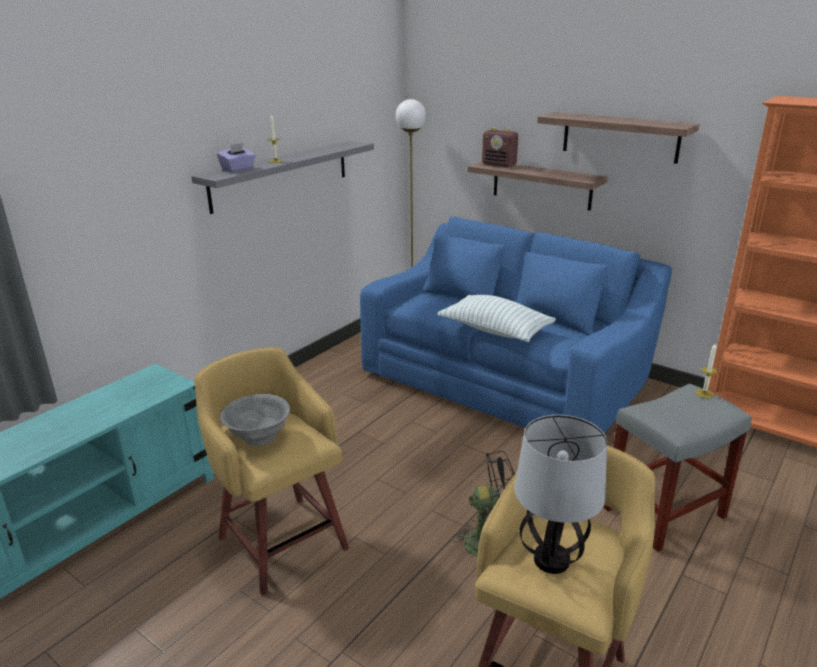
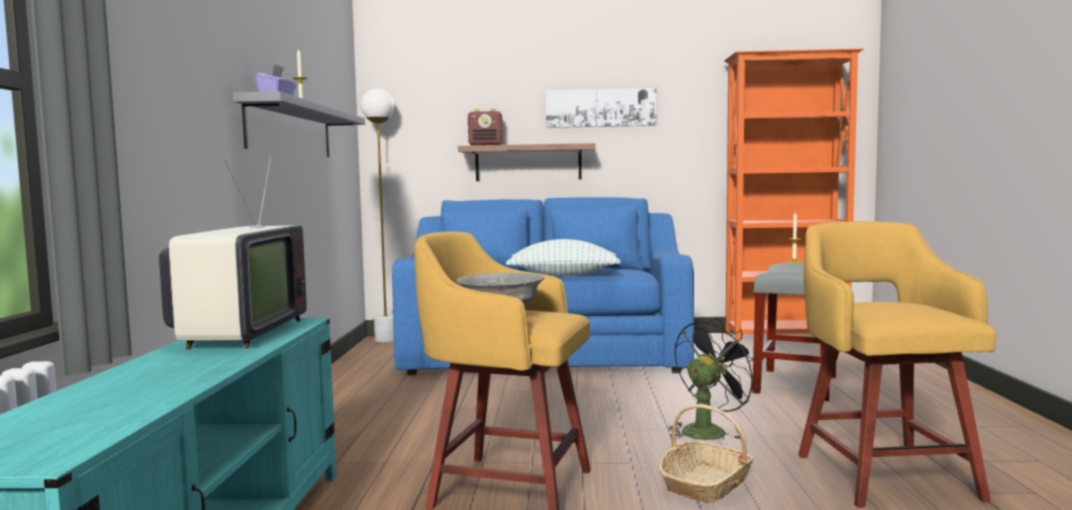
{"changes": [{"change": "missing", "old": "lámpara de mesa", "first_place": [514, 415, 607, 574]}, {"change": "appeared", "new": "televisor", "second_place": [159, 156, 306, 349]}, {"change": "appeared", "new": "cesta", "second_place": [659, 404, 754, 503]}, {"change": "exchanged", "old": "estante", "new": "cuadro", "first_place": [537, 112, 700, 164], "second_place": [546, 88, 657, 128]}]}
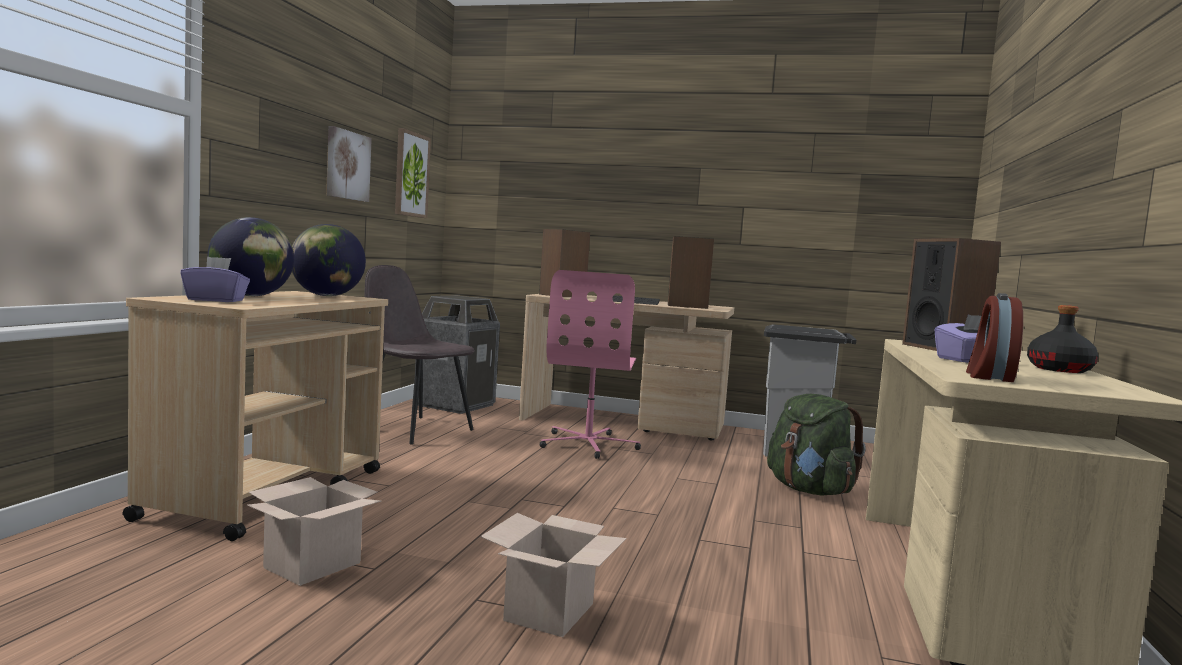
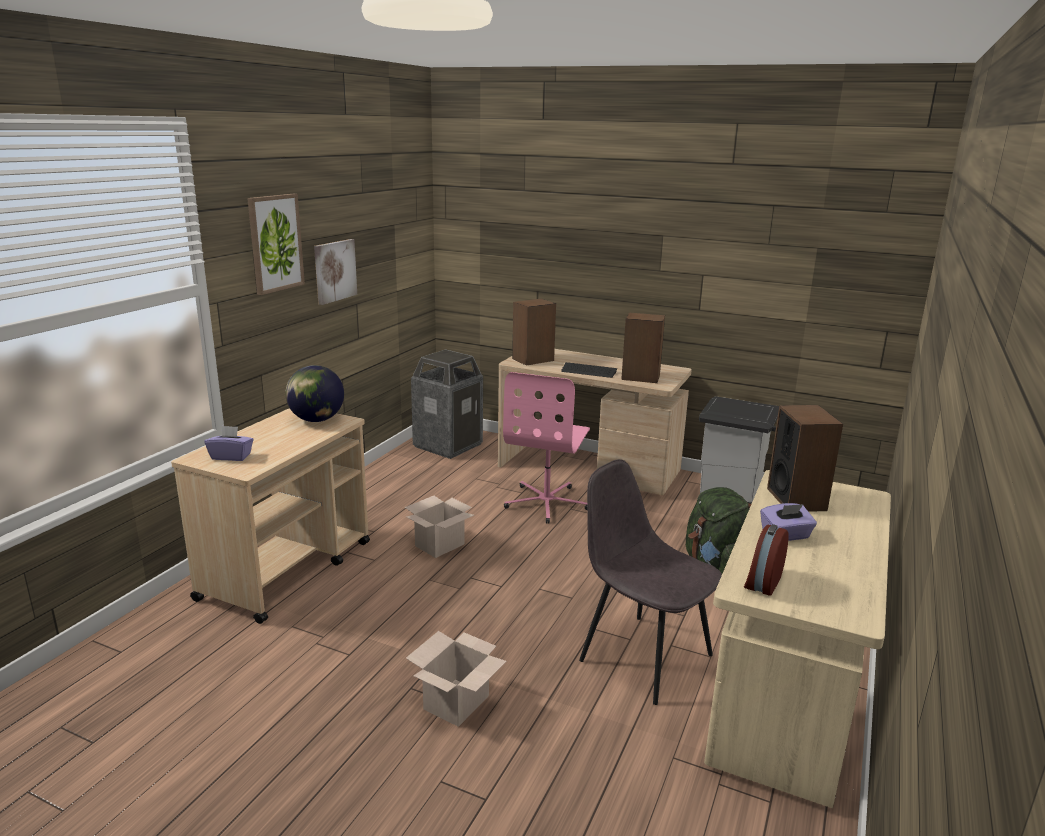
{"changes": [{"change": "missing", "old": "globo terráqueo", "first_place": [208, 217, 294, 296]}, {"change": "missing", "old": "botella/negro", "first_place": [1027, 305, 1098, 373]}, {"change": "relocated", "old": "caja de cartón", "first_place": [247, 477, 381, 586], "second_place": [405, 496, 474, 558]}, {"change": "relocated", "old": "silla/gris", "first_place": [364, 265, 475, 444], "second_place": [579, 459, 722, 705]}, {"change": "relocated", "old": "cuadro", "first_place": [395, 128, 431, 218], "second_place": [247, 194, 305, 295]}]}
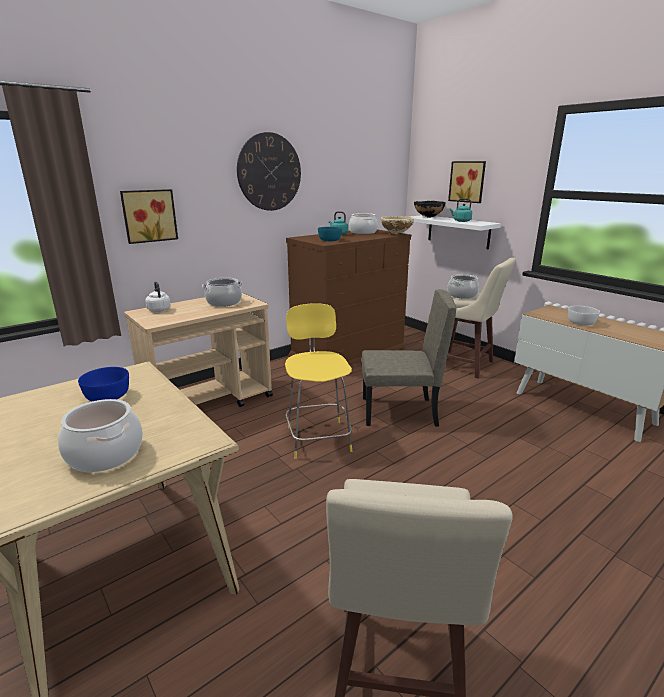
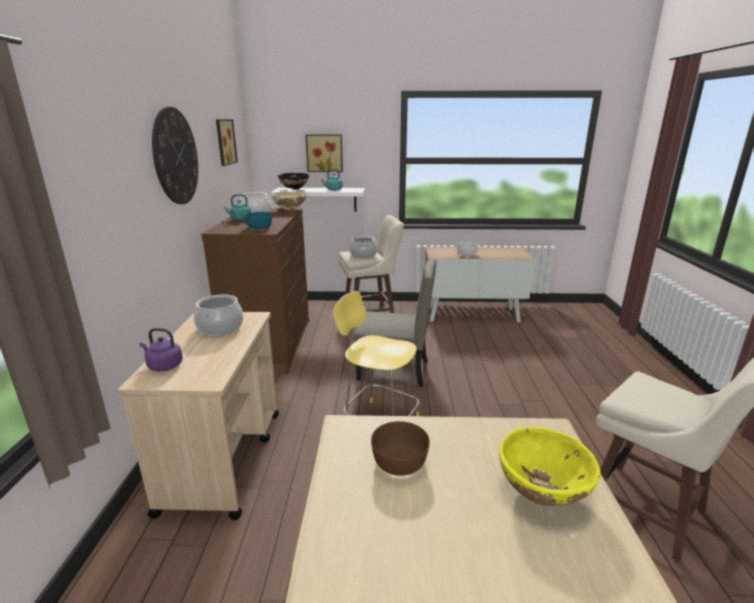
{"changes": [{"change": "relocated", "old": "cuadro", "first_place": [120, 189, 178, 244], "second_place": [216, 119, 238, 166]}, {"change": "exchanged", "old": "olla", "new": "cuenco/amarillo", "first_place": [58, 399, 143, 472], "second_place": [499, 427, 601, 506]}, {"change": "colour", "old": "cuenco/azul", "new": "cuenco/marrón", "first_place": [78, 367, 129, 401], "second_place": [371, 421, 430, 476]}, {"change": "colour", "old": "hervidor/blanco", "new": "hervidor/morado", "first_place": [146, 281, 171, 312], "second_place": [139, 328, 183, 371]}, {"change": "spun", "old": "silla/beis", "first_place": [361, 289, 456, 426], "second_place": [353, 259, 436, 387], "degrees": 60}]}
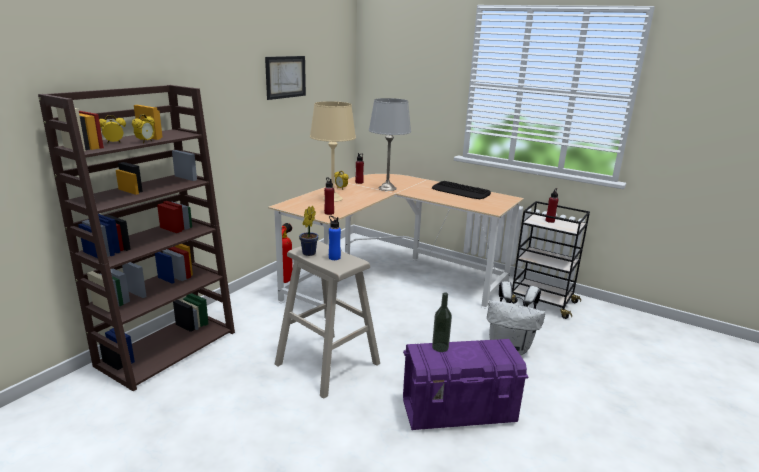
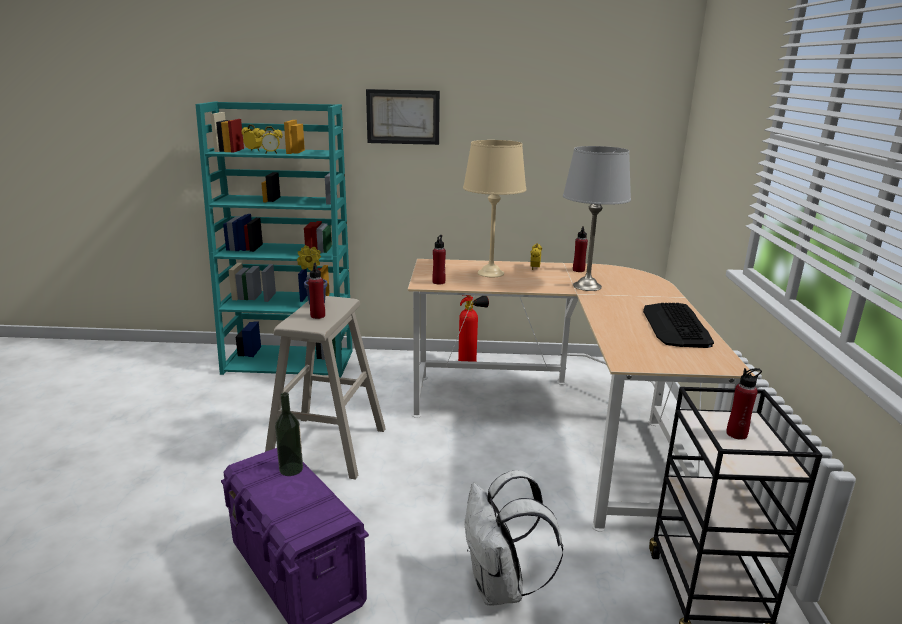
{"changes": [{"change": "relocated", "old": "cuadro", "first_place": [265, 56, 306, 100], "second_place": [366, 89, 440, 145]}, {"change": "colour", "old": "estantería/marrón", "new": "estantería/turquesa", "first_place": [38, 85, 235, 391], "second_place": [195, 102, 353, 377]}, {"change": "colour", "old": "botella/azul", "new": "botella/rojo", "first_place": [329, 216, 341, 260], "second_place": [308, 263, 325, 319]}]}
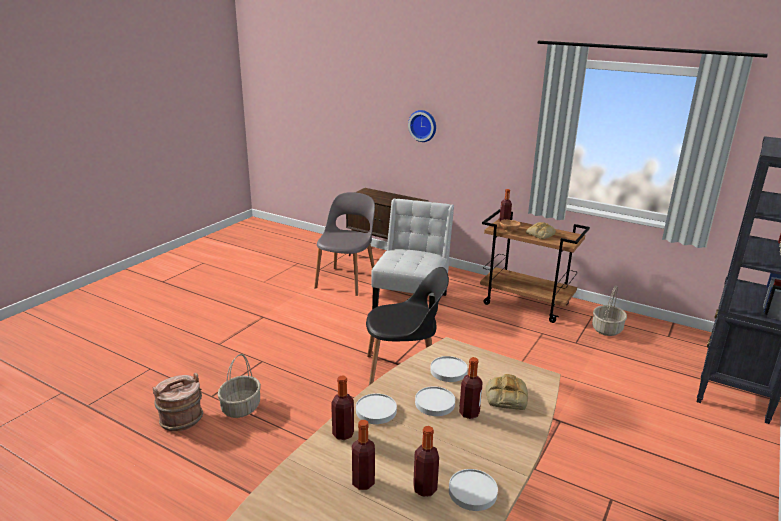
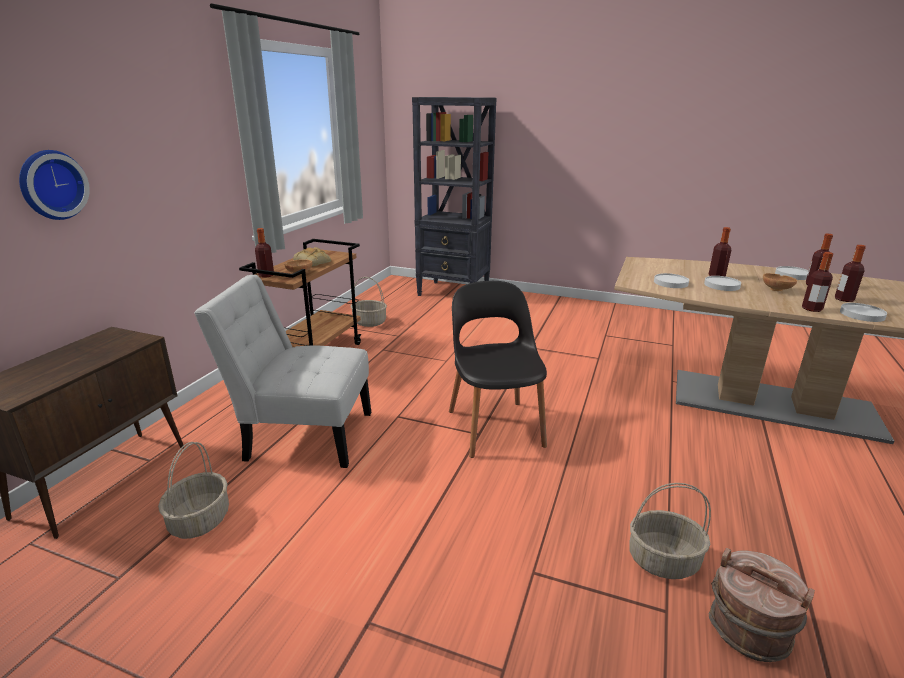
{"changes": [{"change": "missing", "old": "pan", "first_place": [485, 374, 528, 410]}, {"change": "appeared", "new": "cuenco/marrón", "second_place": [763, 273, 797, 291]}, {"change": "relocated", "old": "plato/blanco", "first_place": [356, 393, 397, 424], "second_place": [840, 303, 887, 322]}, {"change": "exchanged", "old": "silla/gris", "new": "cesta", "first_place": [314, 192, 375, 296], "second_place": [158, 442, 229, 539]}]}
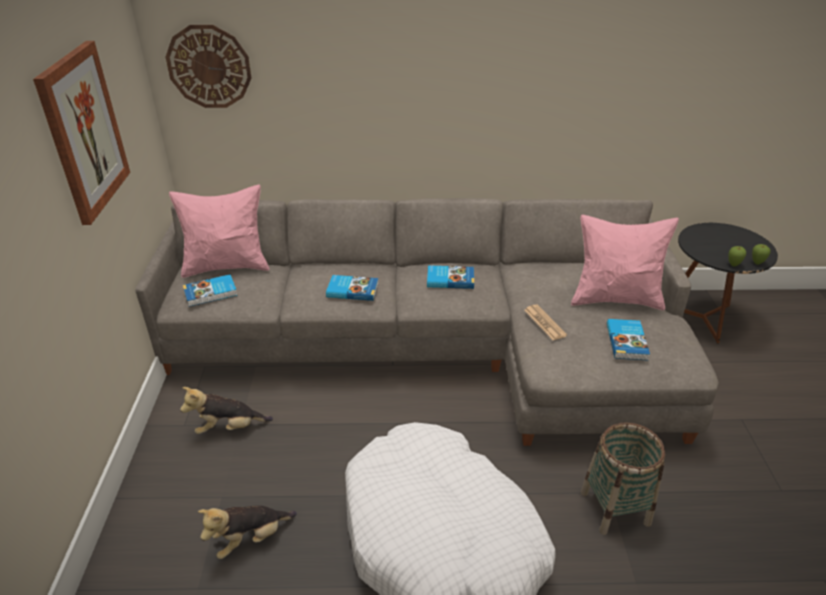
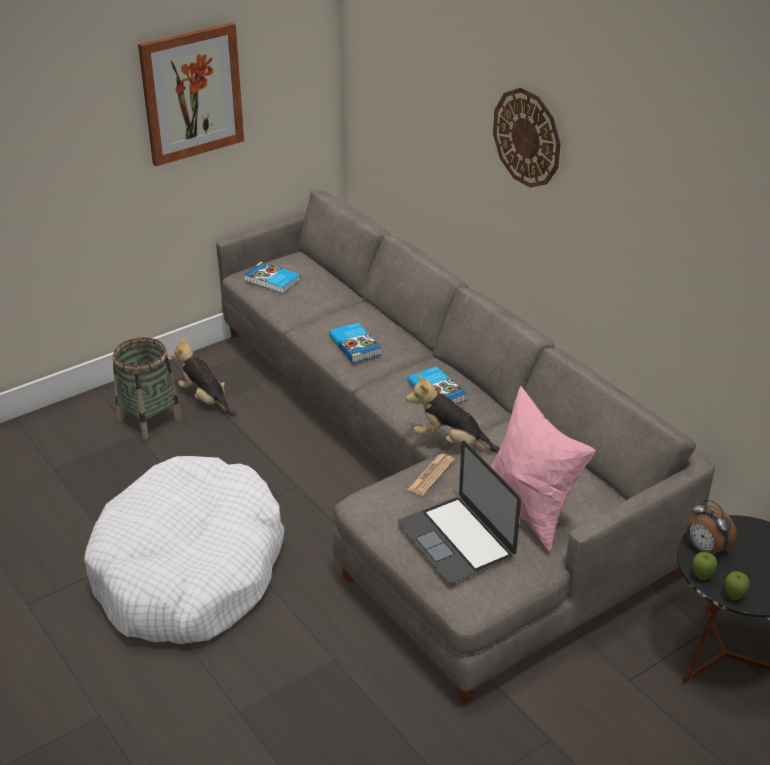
{"changes": [{"change": "missing", "old": "cojín/rosa", "first_place": [169, 184, 270, 278]}, {"change": "appeared", "new": "despertador", "second_place": [686, 499, 737, 556]}, {"change": "relocated", "old": "reloj de pared", "first_place": [165, 25, 251, 108], "second_place": [493, 88, 561, 188]}, {"change": "relocated", "old": "peluche", "first_place": [198, 505, 297, 559], "second_place": [406, 374, 500, 453]}, {"change": "relocated", "old": "cesta", "first_place": [581, 422, 665, 535], "second_place": [113, 337, 182, 440]}, {"change": "exchanged", "old": "libro", "new": "portátil", "first_place": [607, 319, 650, 360], "second_place": [398, 441, 521, 584]}]}
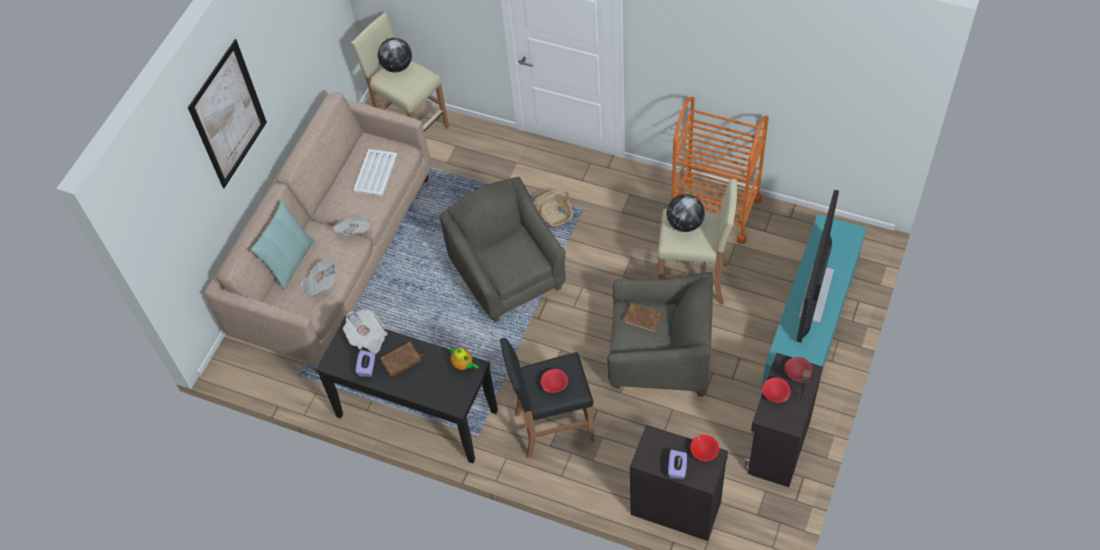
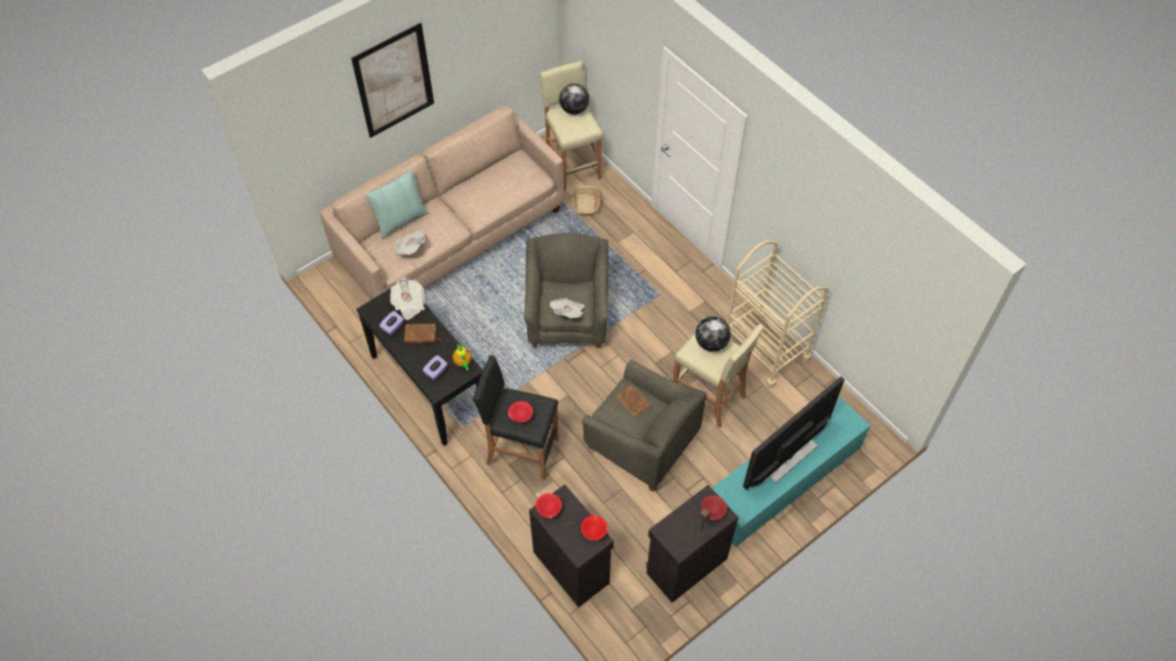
{"changes": [{"change": "missing", "old": "bandeja/blanco", "first_place": [353, 149, 397, 196]}, {"change": "relocated", "old": "periódico", "first_place": [333, 216, 371, 235], "second_place": [550, 298, 584, 318]}, {"change": "relocated", "old": "cesta", "first_place": [534, 191, 573, 228], "second_place": [572, 186, 601, 215]}, {"change": "relocated", "old": "caja de pañuelos/morado", "first_place": [668, 450, 687, 479], "second_place": [423, 355, 448, 380]}, {"change": "relocated", "old": "cuenco/rojo", "first_place": [762, 378, 791, 402], "second_place": [536, 493, 562, 518]}, {"change": "colour", "old": "carrito/naranja", "new": "carrito/beis", "first_place": [671, 97, 769, 244], "second_place": [727, 240, 829, 388]}]}
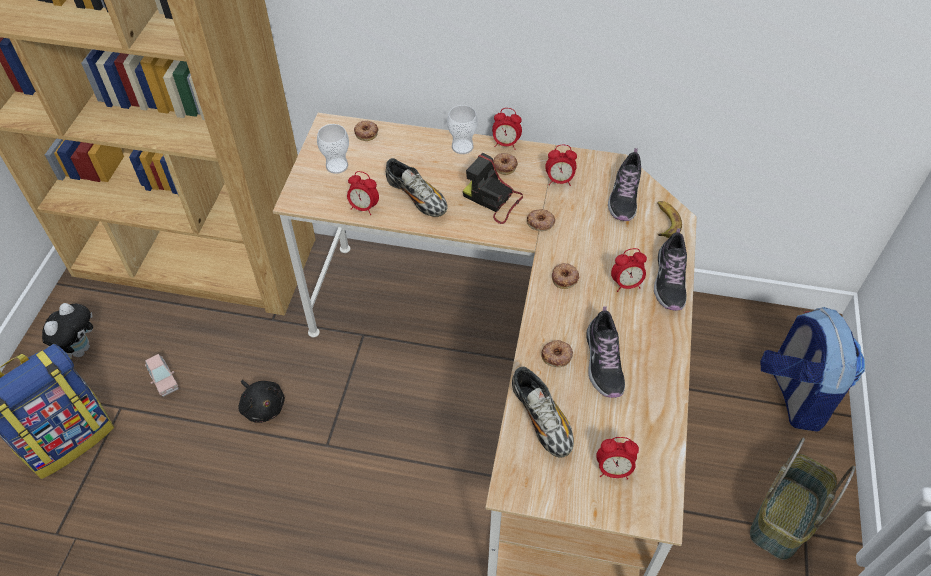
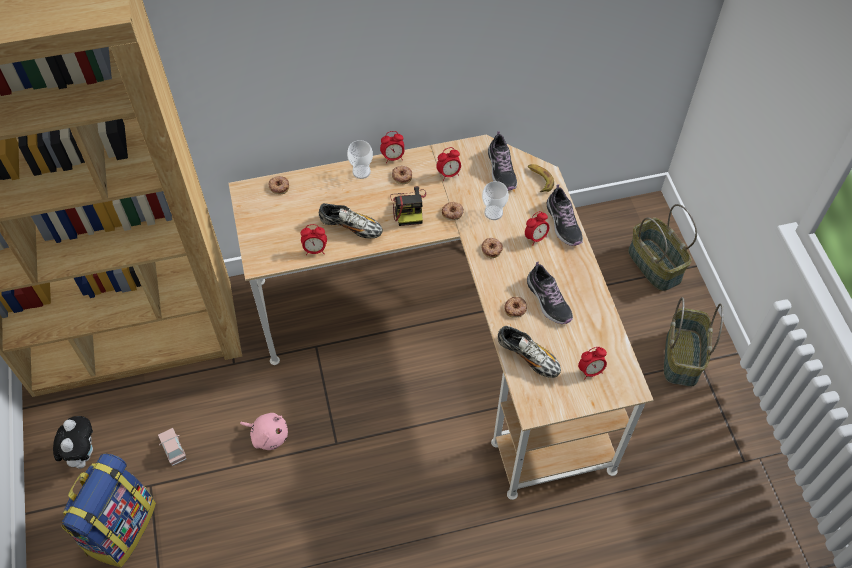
{"changes": [{"change": "relocated", "old": "taza", "first_place": [317, 124, 349, 174], "second_place": [482, 181, 509, 220]}, {"change": "exchanged", "old": "mochila", "new": "cesta", "first_place": [761, 307, 865, 432], "second_place": [628, 204, 697, 291]}, {"change": "colour", "old": "peluche/negro", "new": "peluche/rosa", "first_place": [239, 380, 285, 423], "second_place": [240, 413, 288, 450]}, {"change": "spun", "old": "coche de juguete/rosa", "first_place": [145, 354, 179, 397], "second_place": [158, 428, 186, 466], "degrees": -150}, {"change": "spun", "old": "cámara", "first_place": [463, 153, 523, 224], "second_place": [390, 186, 426, 226], "degrees": -105}]}
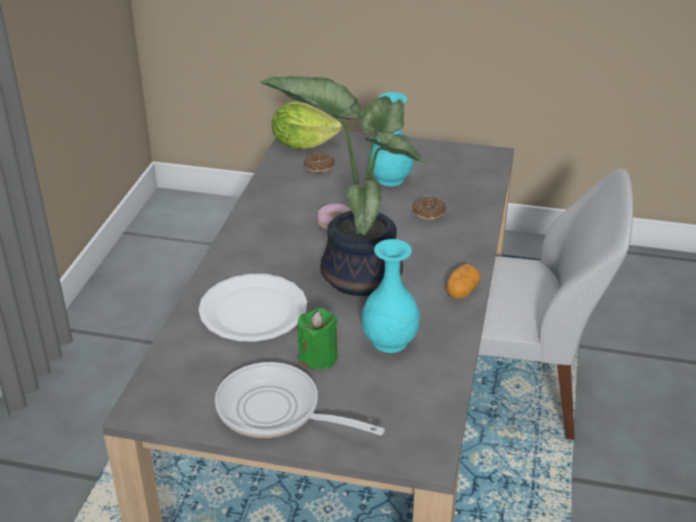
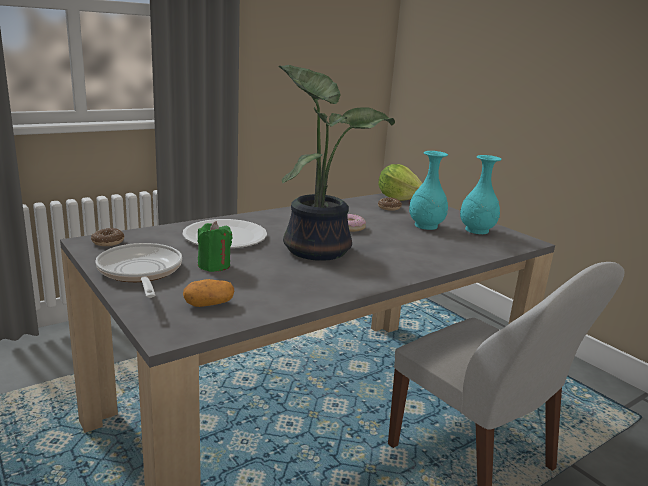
{"changes": [{"change": "relocated", "old": "florero/turquesa", "first_place": [361, 239, 420, 353], "second_place": [460, 155, 502, 234]}, {"change": "relocated", "old": "rosquilla", "first_place": [413, 197, 446, 220], "second_place": [91, 228, 124, 246]}, {"change": "relocated", "old": "patata", "first_place": [447, 264, 481, 299], "second_place": [183, 279, 234, 307]}]}
